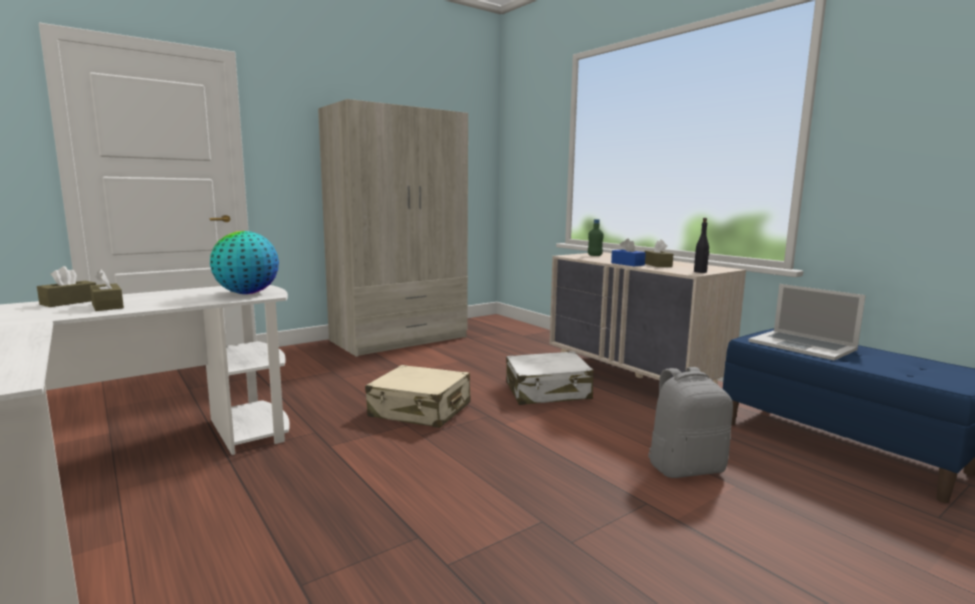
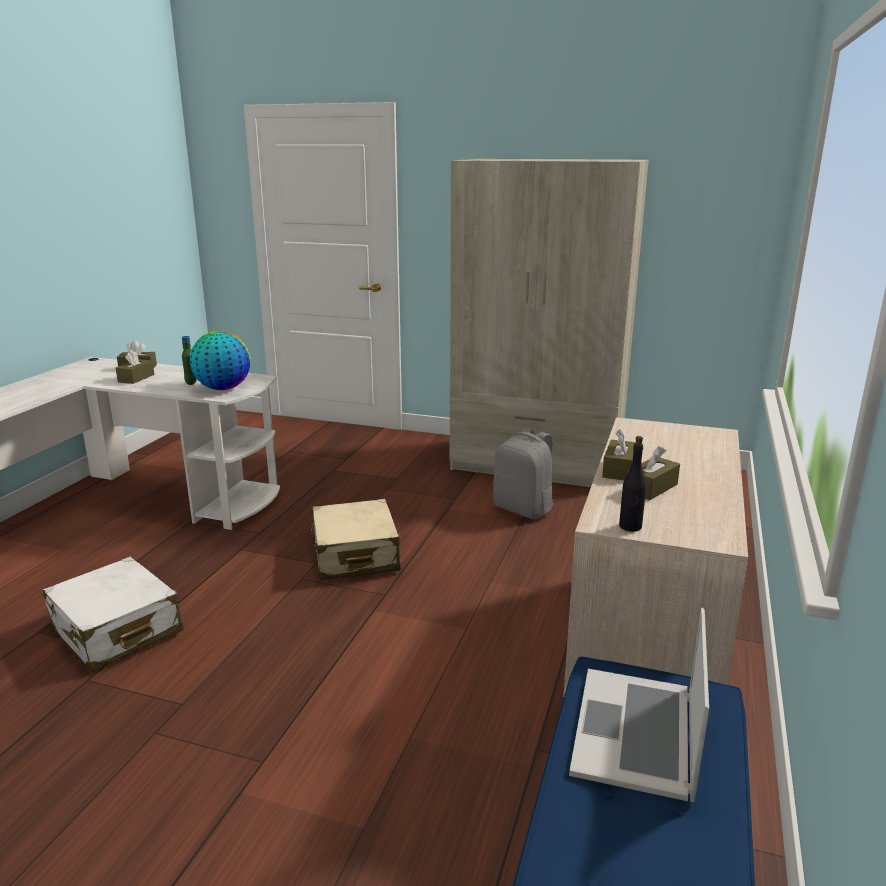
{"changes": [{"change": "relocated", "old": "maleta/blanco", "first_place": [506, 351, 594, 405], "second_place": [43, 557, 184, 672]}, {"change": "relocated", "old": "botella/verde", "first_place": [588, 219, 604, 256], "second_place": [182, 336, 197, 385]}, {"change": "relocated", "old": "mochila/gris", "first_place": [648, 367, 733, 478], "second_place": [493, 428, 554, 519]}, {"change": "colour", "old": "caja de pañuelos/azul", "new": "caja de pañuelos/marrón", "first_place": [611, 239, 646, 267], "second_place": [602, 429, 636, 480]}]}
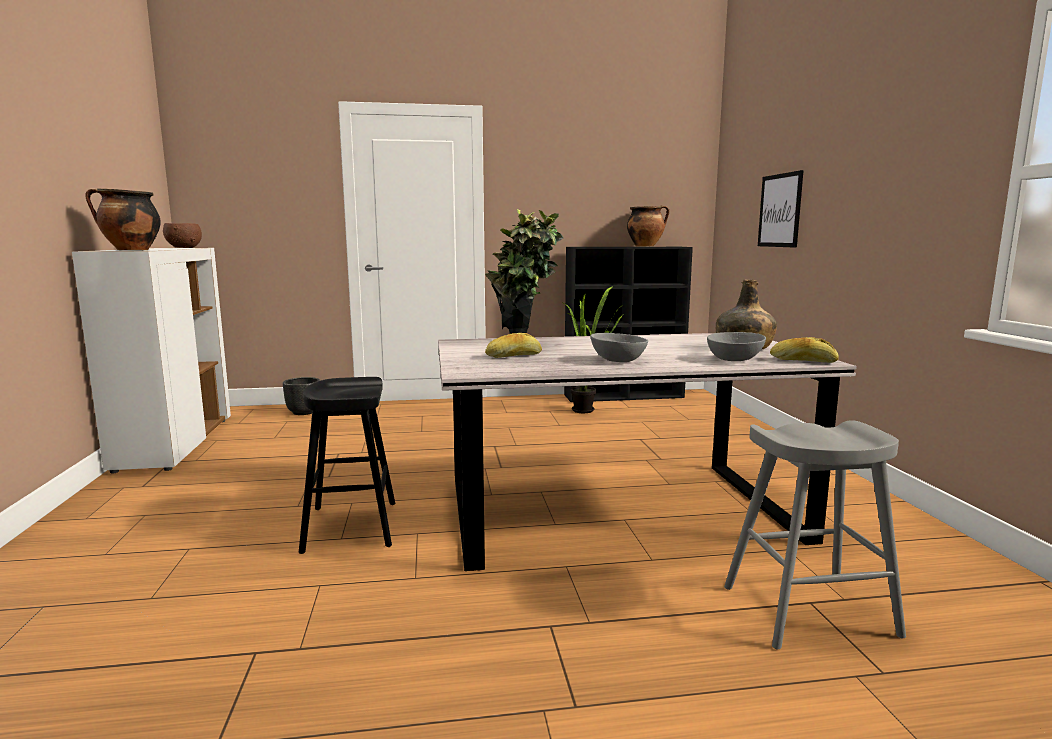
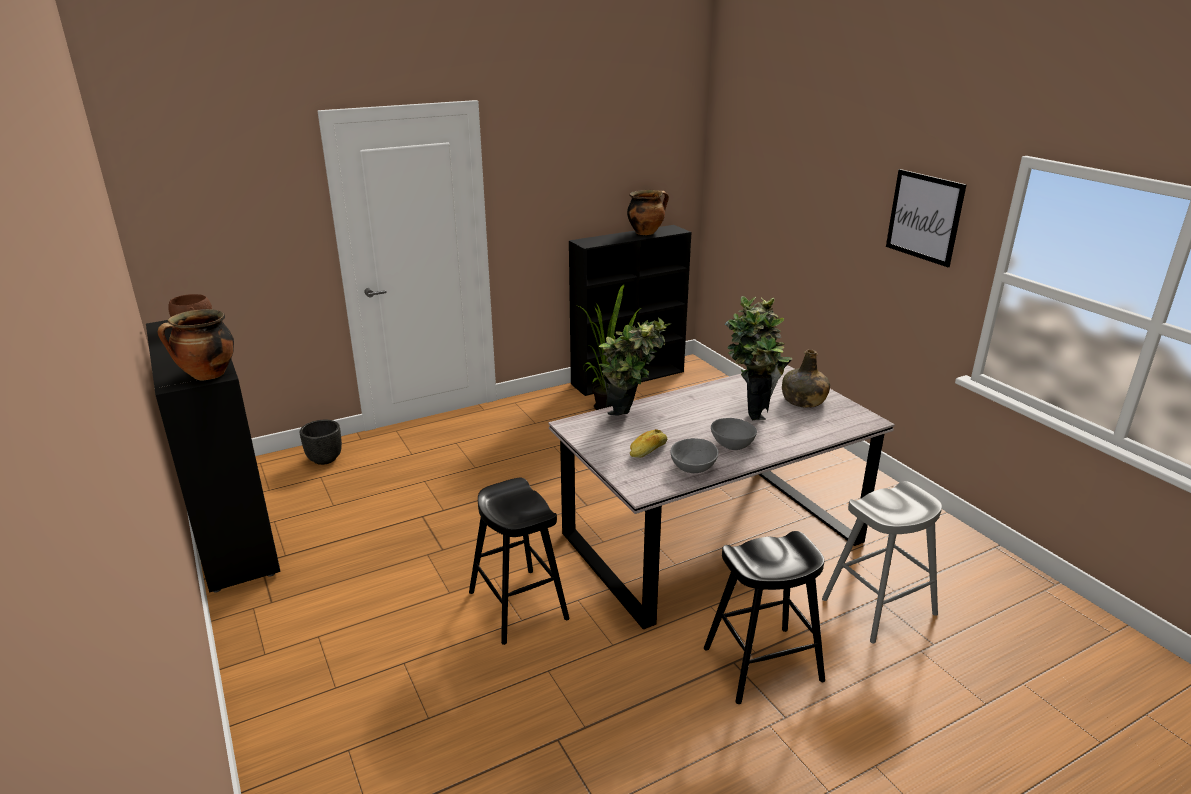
{"changes": [{"change": "missing", "old": "pan", "first_place": [770, 337, 839, 363]}, {"change": "appeared", "new": "taburete/negro", "second_place": [704, 531, 825, 704]}, {"change": "appeared", "new": "planta en maceta", "second_place": [725, 296, 792, 420]}, {"change": "relocated", "old": "cuenco/gris", "first_place": [707, 332, 766, 361], "second_place": [671, 438, 718, 473]}, {"change": "relocated", "old": "cuadro", "first_place": [758, 170, 804, 248], "second_place": [886, 169, 967, 267]}, {"change": "colour", "old": "armario/blanco", "new": "armario/negro", "first_place": [72, 248, 231, 473], "second_place": [146, 320, 281, 593]}]}
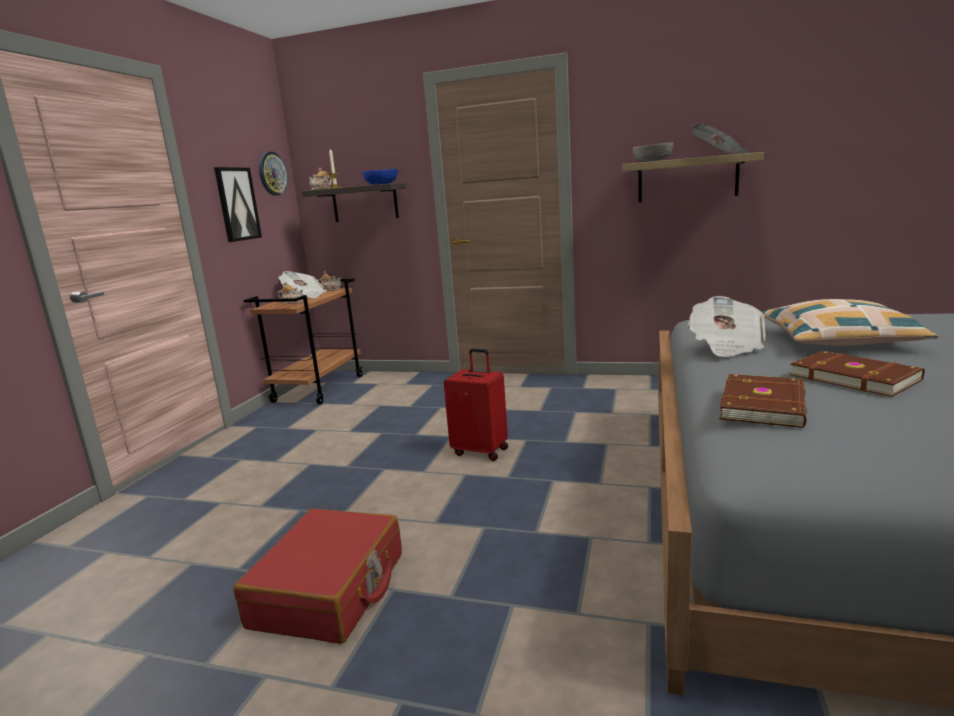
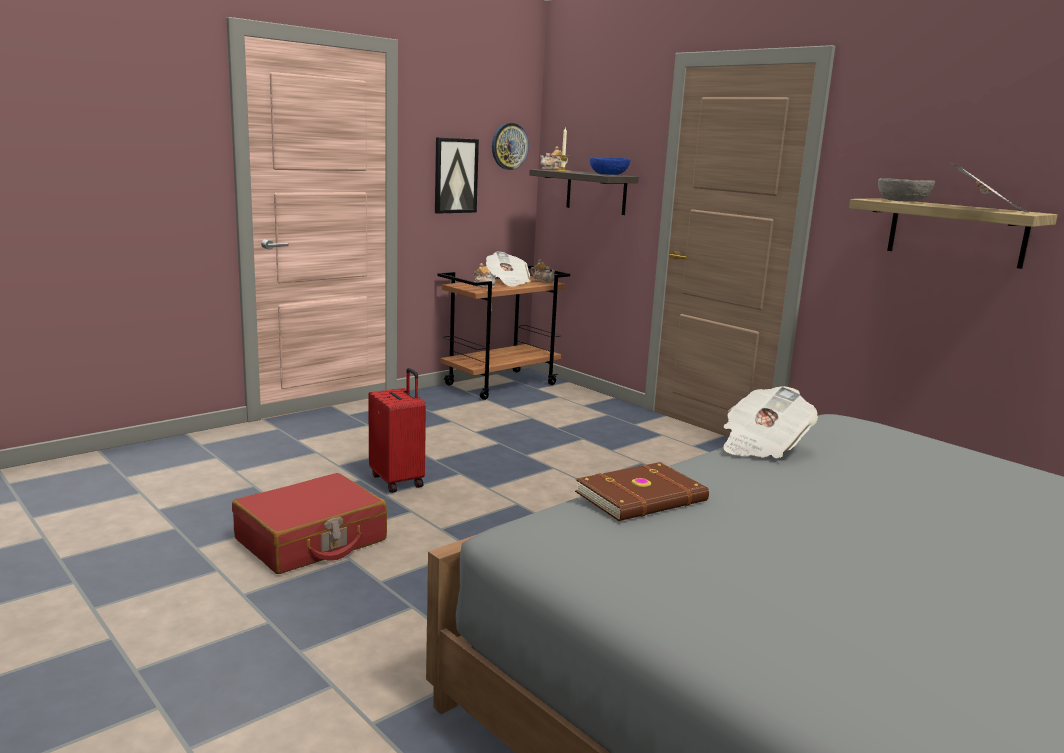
{"changes": [{"change": "missing", "old": "cojín", "first_place": [762, 299, 938, 346]}, {"change": "missing", "old": "libro/marrón", "first_place": [789, 351, 925, 397]}, {"change": "relocated", "old": "maleta/rojo", "first_place": [444, 348, 508, 461], "second_place": [368, 368, 426, 493]}]}
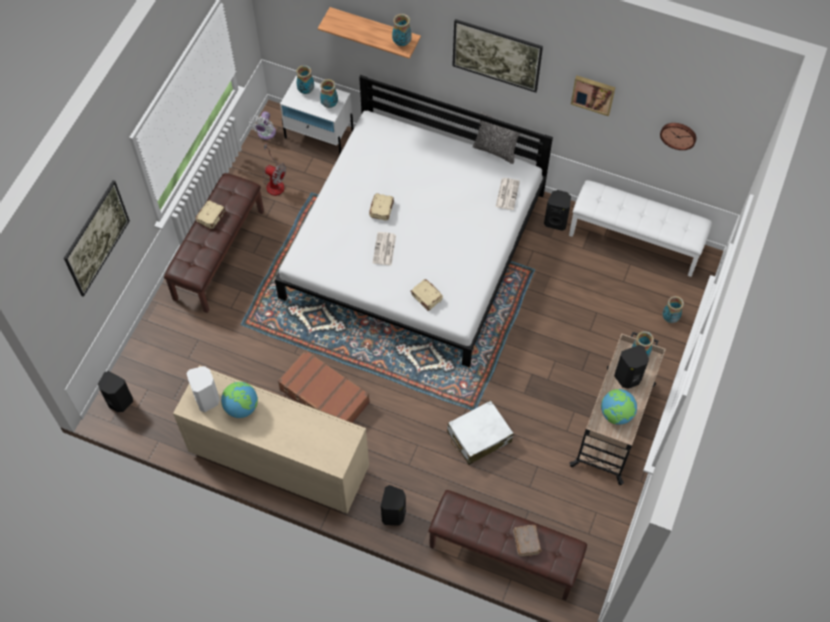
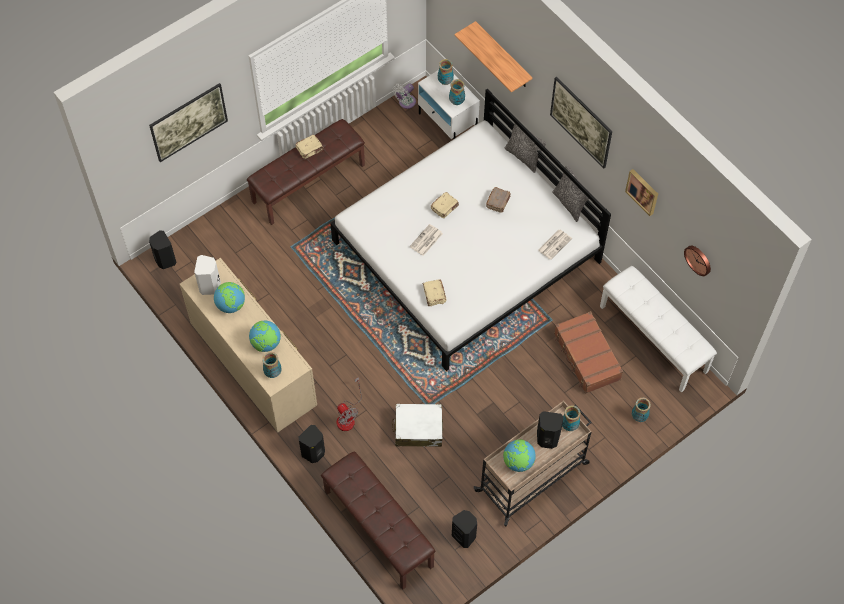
{"changes": [{"change": "appeared", "new": "globo terráqueo", "second_place": [249, 321, 281, 352]}, {"change": "appeared", "new": "cojín", "second_place": [505, 123, 546, 173]}, {"change": "relocated", "old": "ventilador", "first_place": [263, 143, 286, 196], "second_place": [336, 377, 362, 431]}, {"change": "relocated", "old": "maleta/marrón", "first_place": [278, 350, 370, 423], "second_place": [554, 311, 623, 394]}, {"change": "relocated", "old": "florero", "first_place": [392, 14, 412, 46], "second_place": [262, 352, 281, 378]}, {"change": "relocated", "old": "libro/marrón", "first_place": [513, 525, 542, 557], "second_place": [486, 187, 511, 213]}, {"change": "relocated", "old": "altavoz/negro", "first_place": [544, 190, 571, 231], "second_place": [452, 510, 477, 548]}]}
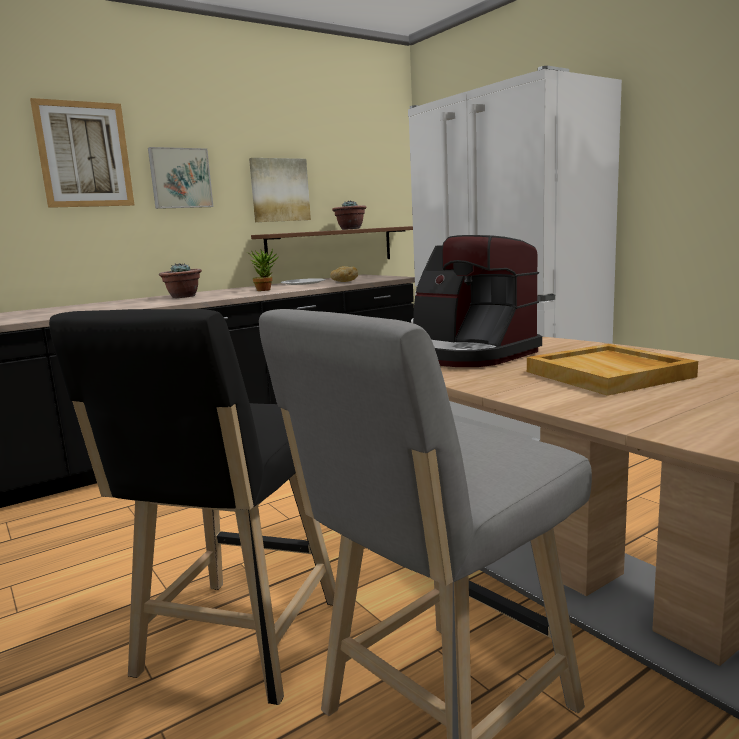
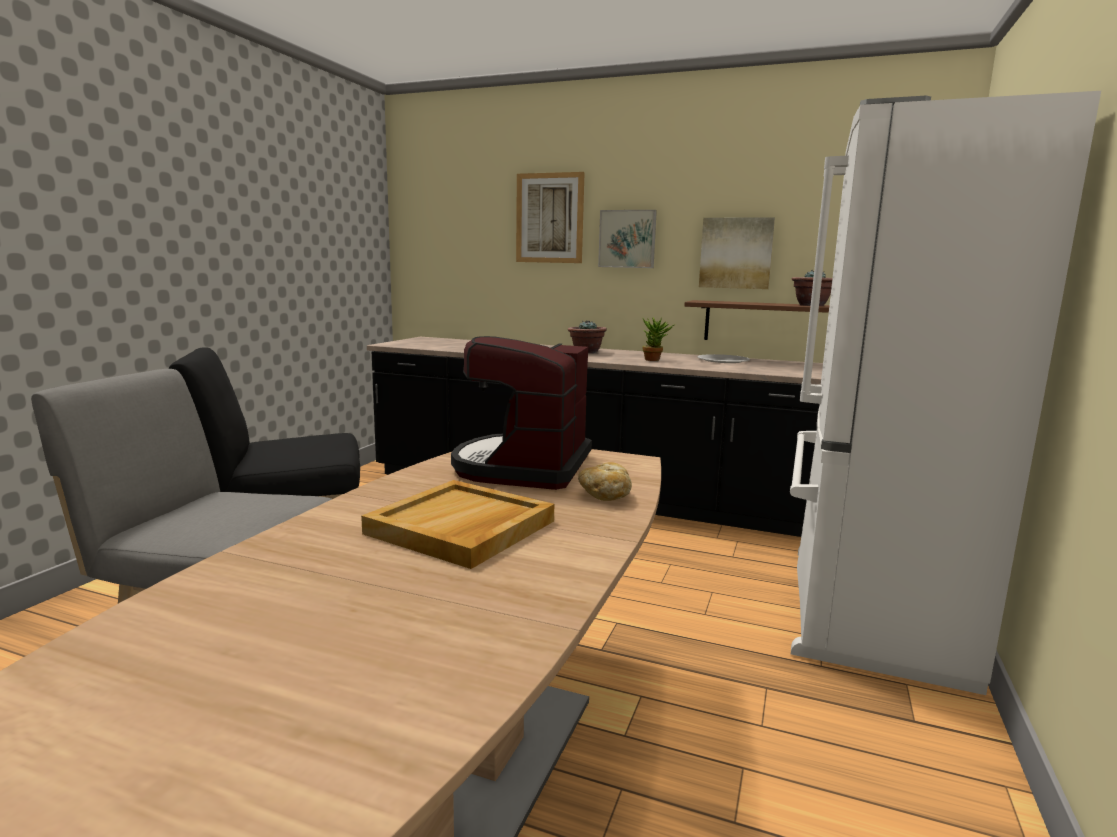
{"changes": [{"change": "relocated", "old": "pan", "first_place": [330, 266, 358, 282], "second_place": [578, 462, 632, 501]}]}
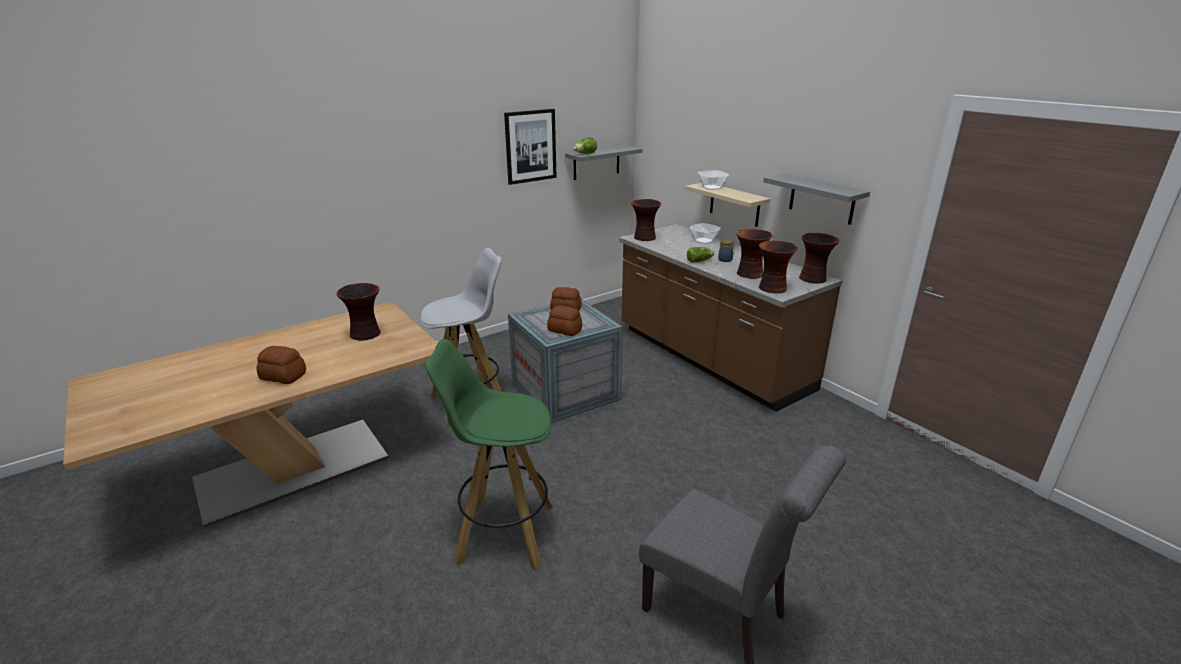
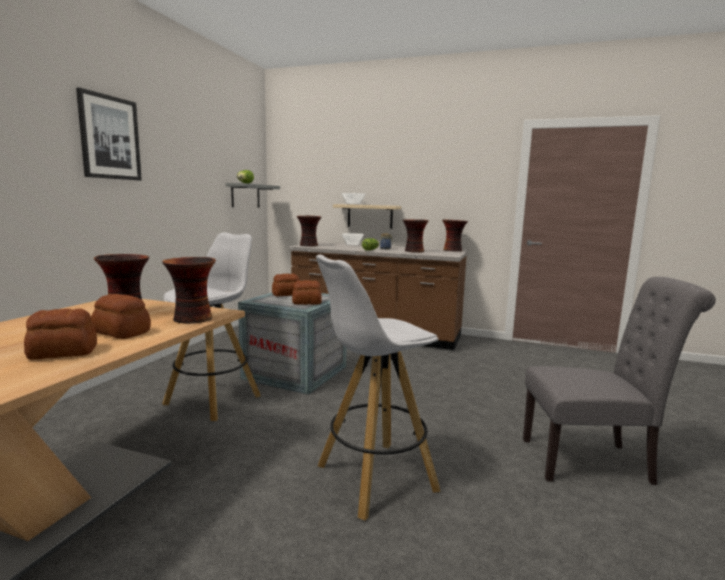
{"changes": [{"change": "missing", "old": "estante/gris", "first_place": [763, 174, 870, 225]}, {"change": "appeared", "new": "pan", "second_place": [91, 294, 151, 339]}, {"change": "relocated", "old": "cuadro", "first_place": [504, 109, 557, 185], "second_place": [76, 87, 142, 180]}, {"change": "relocated", "old": "florero", "first_place": [759, 241, 798, 294], "second_place": [162, 257, 216, 324]}, {"change": "colour", "old": "taburete/verde", "new": "taburete/blanco", "first_place": [425, 339, 553, 571], "second_place": [316, 254, 440, 521]}]}
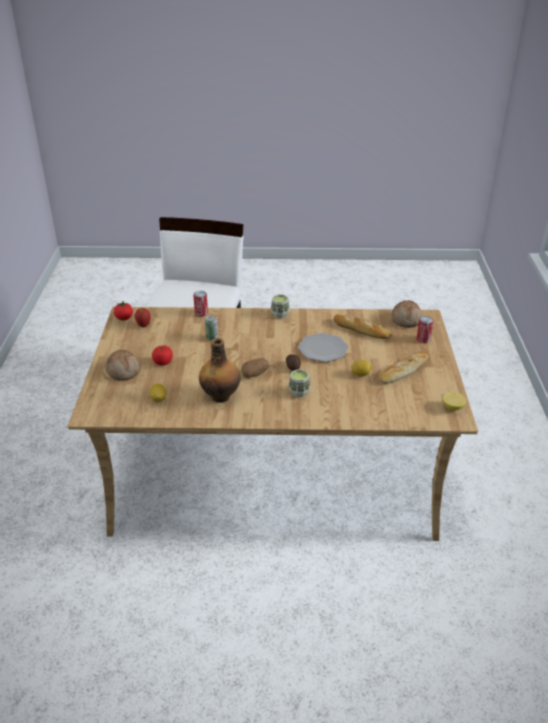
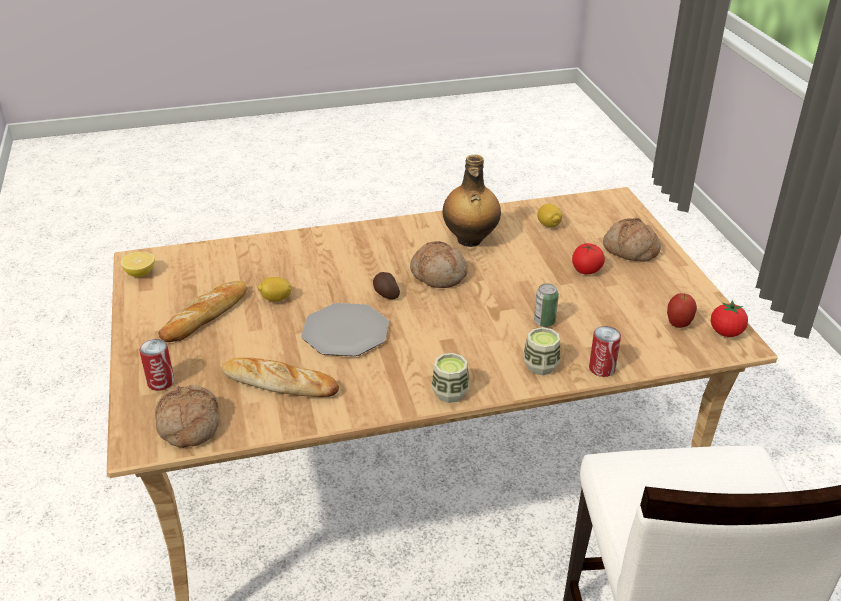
{"changes": [{"change": "relocated", "old": "taza", "first_place": [289, 369, 310, 397], "second_place": [524, 327, 560, 375]}, {"change": "exchanged", "old": "patata", "new": "pan", "first_place": [241, 358, 269, 378], "second_place": [410, 241, 468, 288]}]}
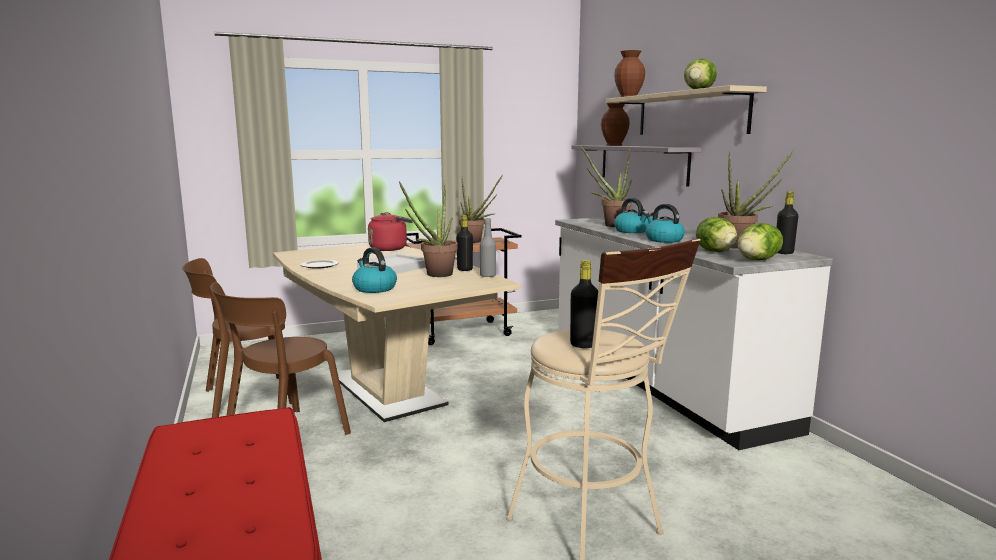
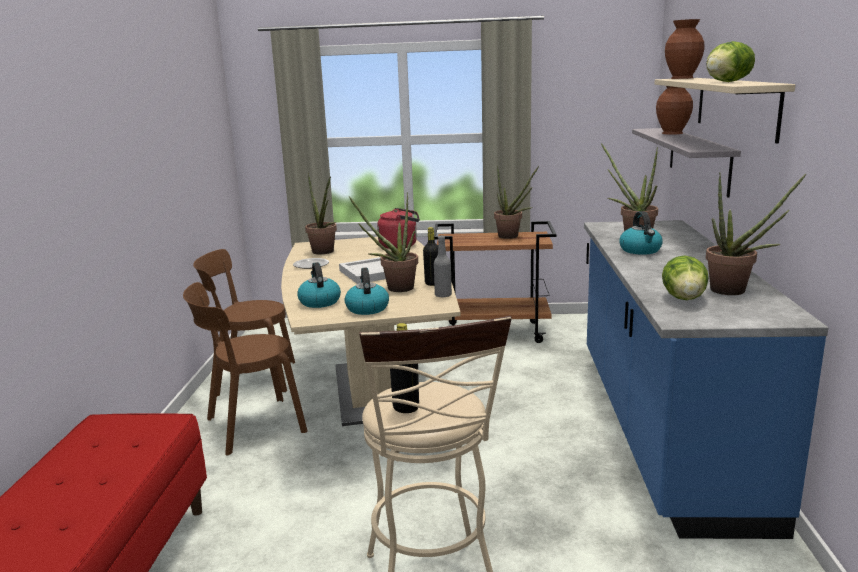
{"changes": [{"change": "missing", "old": "lechuga", "first_place": [737, 223, 783, 260]}, {"change": "missing", "old": "botella/negro", "first_place": [776, 191, 798, 254]}, {"change": "appeared", "new": "planta en maceta", "second_place": [305, 173, 337, 254]}, {"change": "relocated", "old": "hervidor", "first_place": [645, 204, 685, 243], "second_place": [345, 268, 389, 315]}, {"change": "colour", "old": "mueble bajo de cocina/blanco", "new": "mueble bajo de cocina/azul", "first_place": [555, 217, 833, 450], "second_place": [584, 220, 828, 539]}]}
